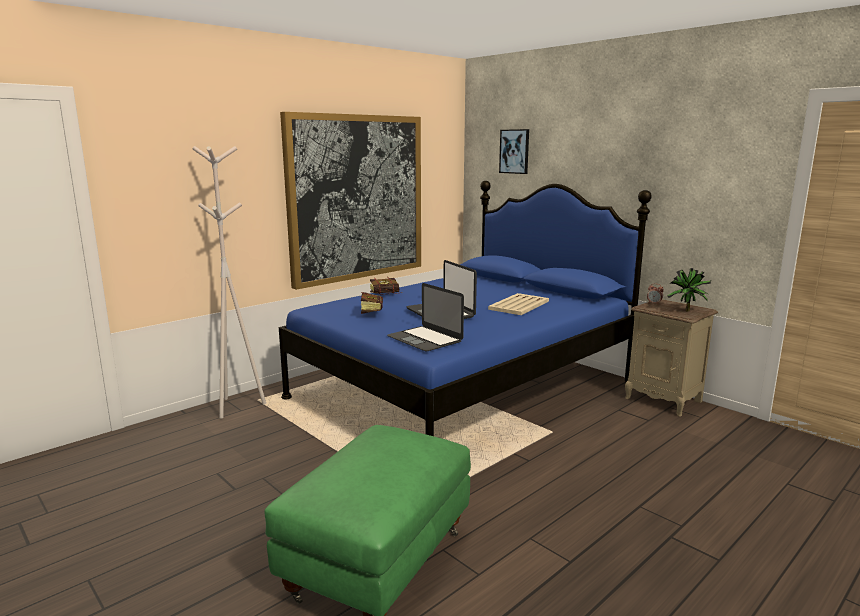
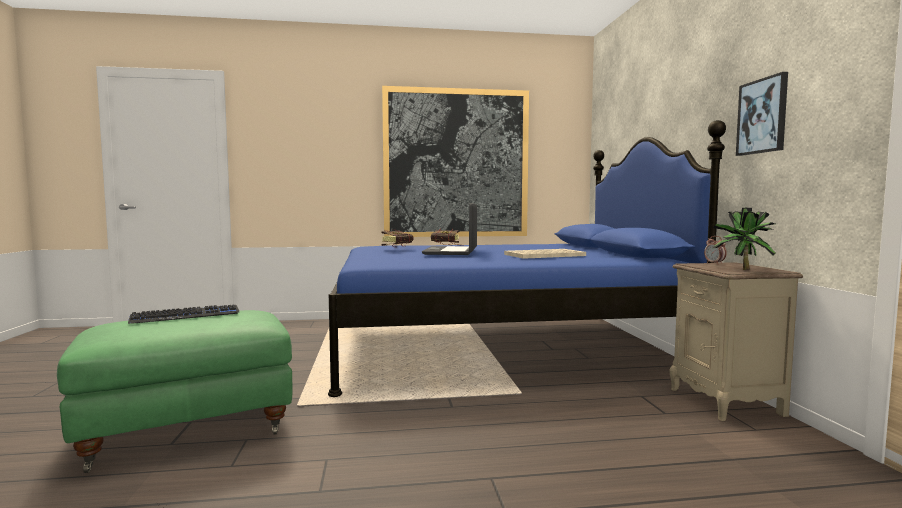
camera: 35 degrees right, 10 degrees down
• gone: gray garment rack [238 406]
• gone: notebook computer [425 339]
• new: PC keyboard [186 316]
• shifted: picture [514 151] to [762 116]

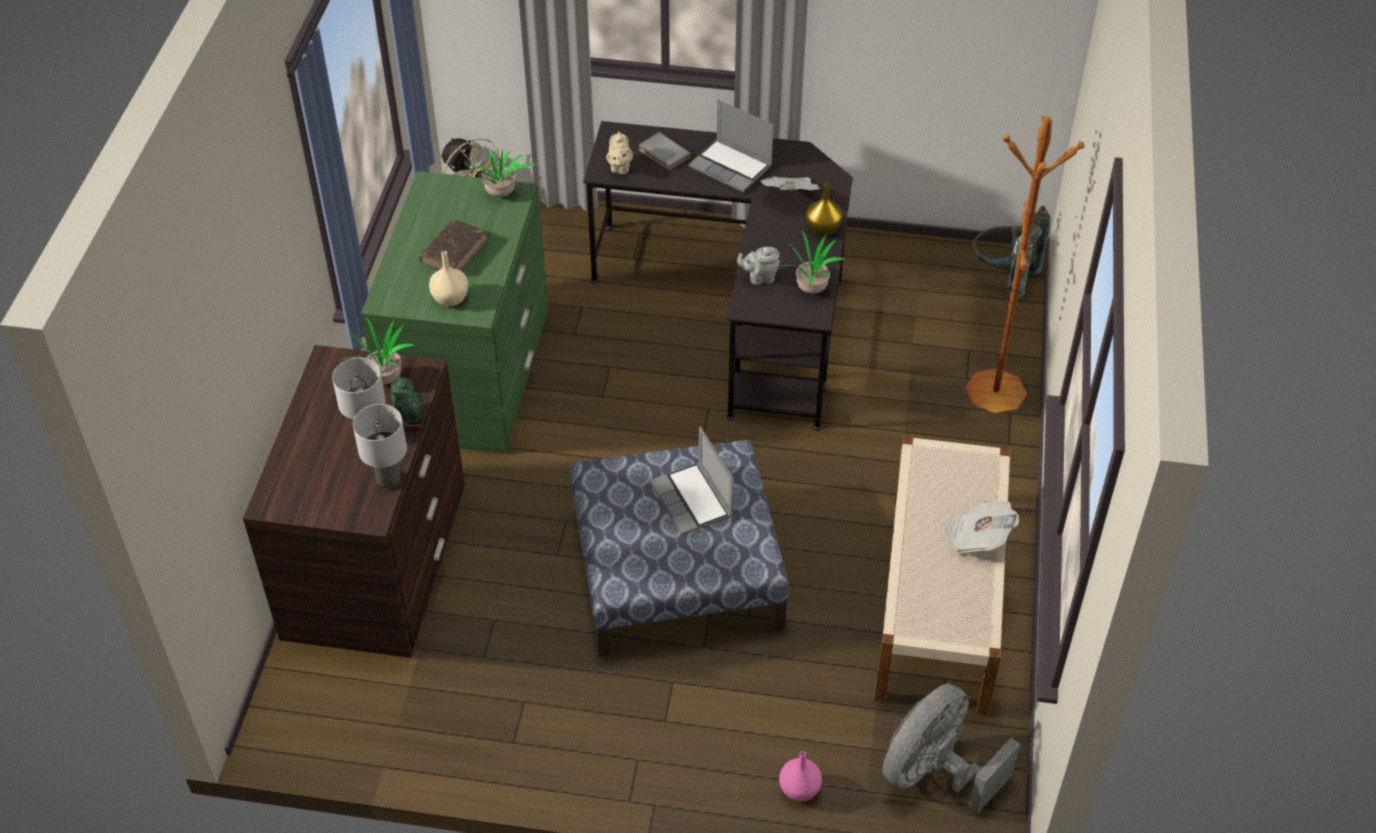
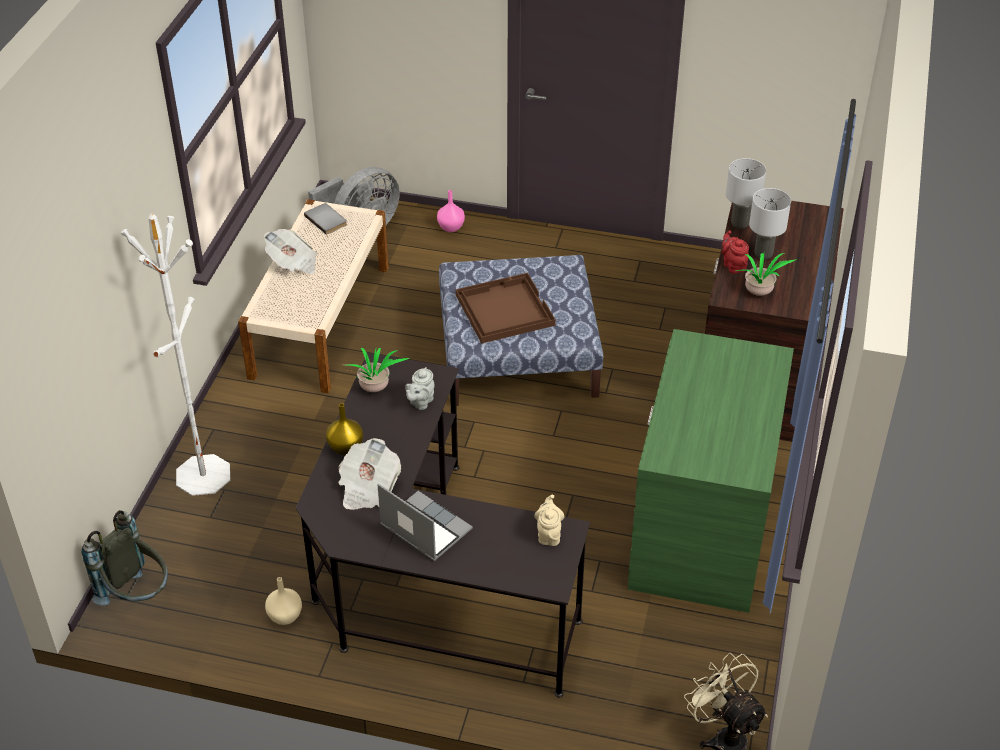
camera: 175 degrees left, 5 degrees down
• gone: brown bound book [454 253]
• gone: houseplant [501 195]
• shifted: beige-coloured vase [449 299] to [286 616]
• shifted: gray bound book [662 154] to [327 220]
• swapped: notebook computer [693 501] to brown carrying tray [503 309]
• repainted: greenish teapot [408 416] to red-coloured teapot [733 265]
• repainted: orangey garment rack [996 391] to white garment rack [203 475]
• rotated: gray teapot [760 278] = [420 402] 120 degrees clockwise

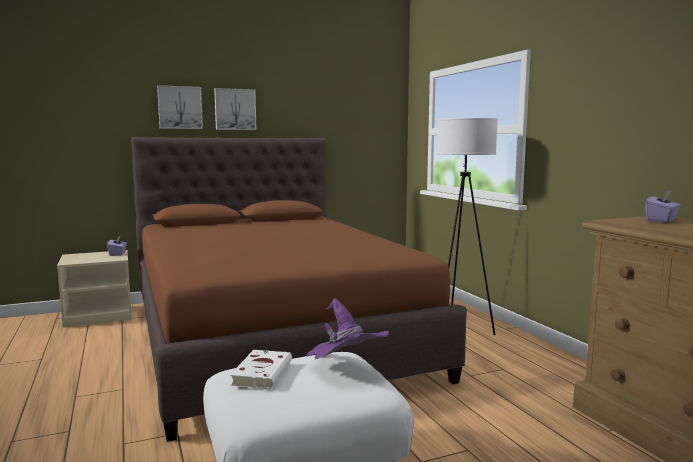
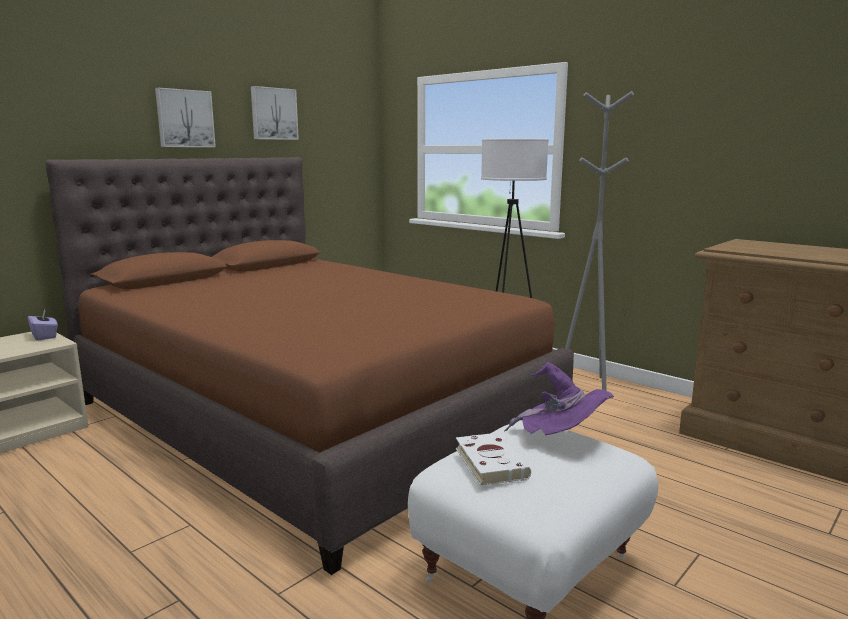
camera: 25 degrees left, 5 degrees up
• gone: purple-coloured tissue holder [661 220]
• new: gray garment rack [588 385]
• shifted: picture [180 107] to [273 114]

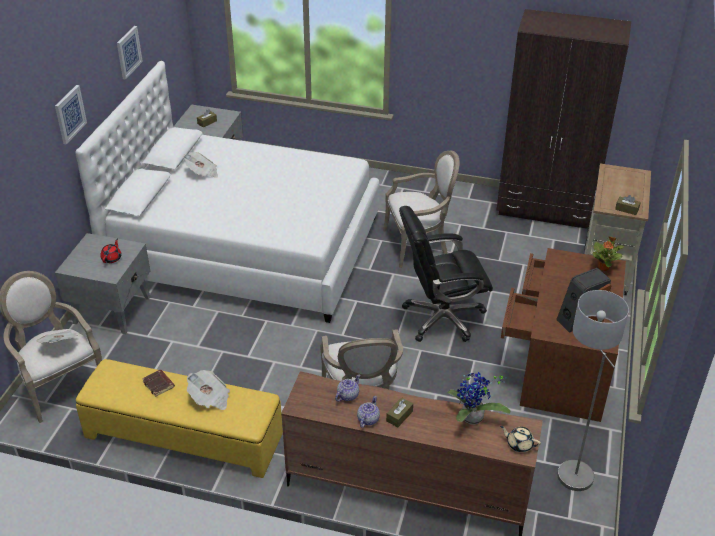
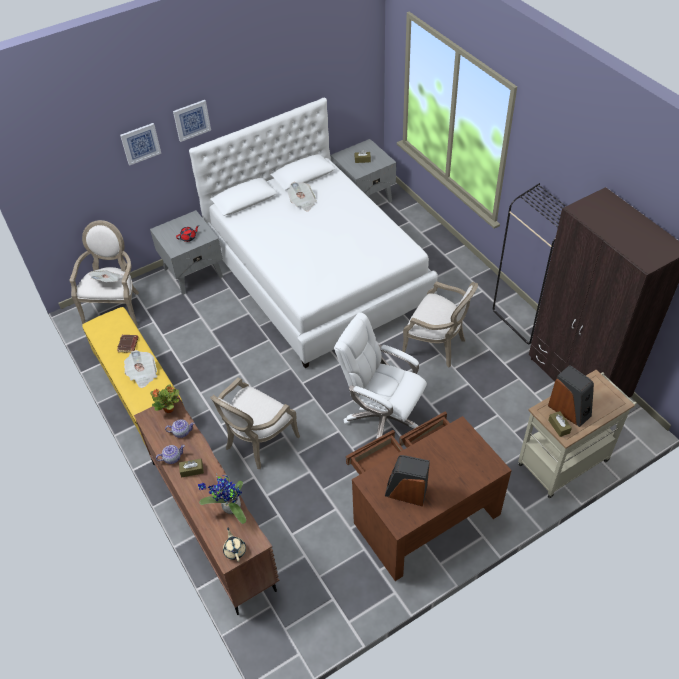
camera: 45 degrees right, 10 degrees up
• gone: gray standing lamp [569 468]
• new: black garment rack [523 321]
• new: loudspeaker [569 410]
• shifted: picture [128 52] to [140 143]
• shifted: houseplant [603 267] to [169 409]
• repainted: black desk chair [442 318] to white desk chair [382 417]

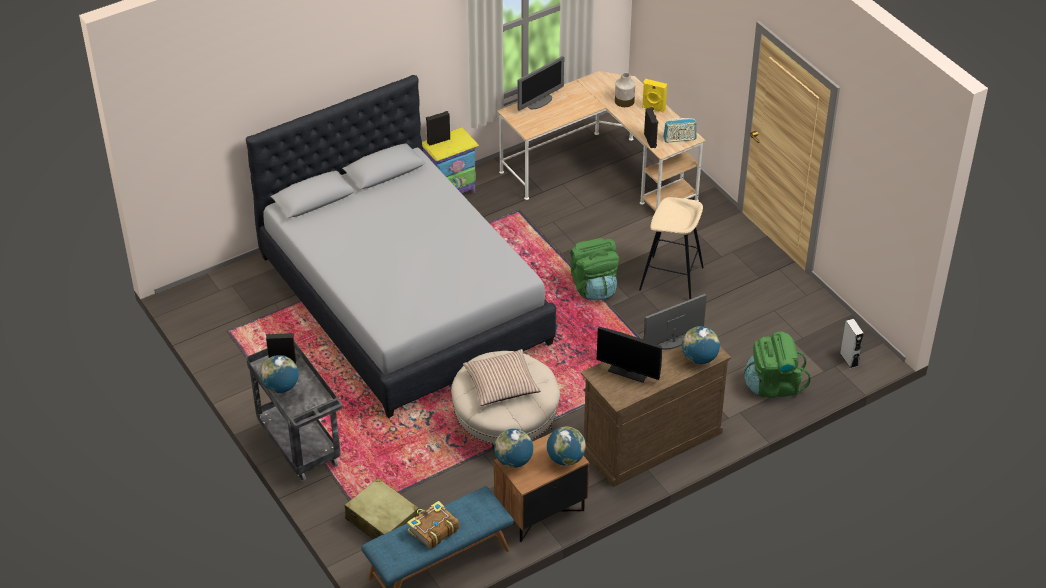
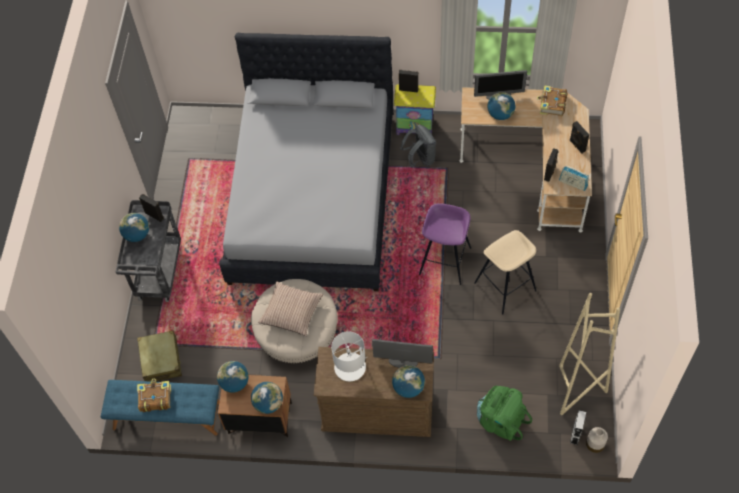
camera: 40 degrees right, 15 degrees up
• new: gray rucksack [420 159]
• new: globe [500 114]
• new: bound book [552 105]
• new: beige-coloured garment rack [576 391]
• shifted: beige-coloured vase [624 101] to [595 444]
• swapped: greenish rucksack [594 286] to purple-coloured stool [445 261]
• swapped: monitor [628 371] to white table lamp [350 367]
• repainted: yellowish loudspeaker [653 108] to black loudspeaker [577 146]

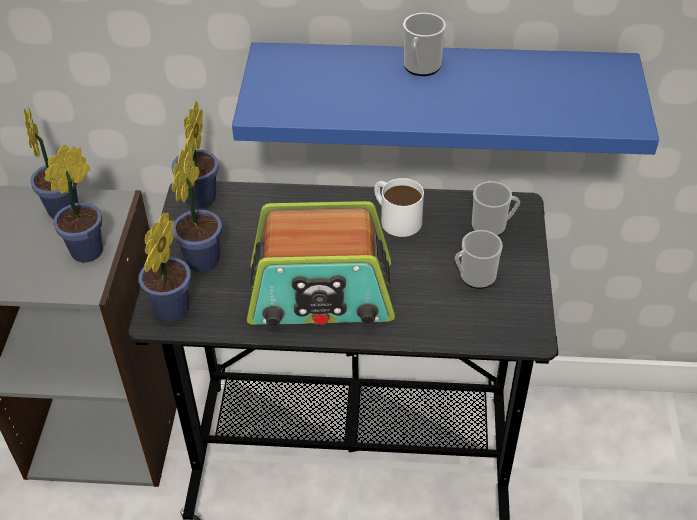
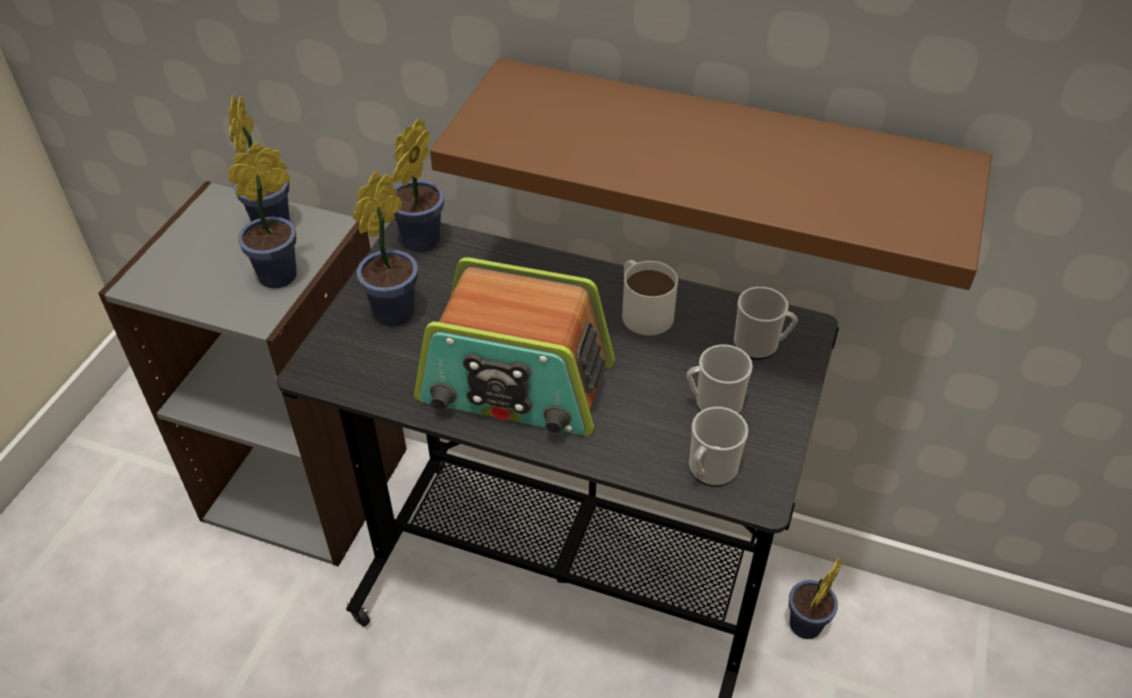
camera: 15 degrees right, 0 degrees up
• shifted: houseplant [169 313] to [803 628]
• shifted: mug [420 68] to [709 471]
• repainted: blue-coloured bracket shelf [440 91] to brown bracket shelf [724 160]

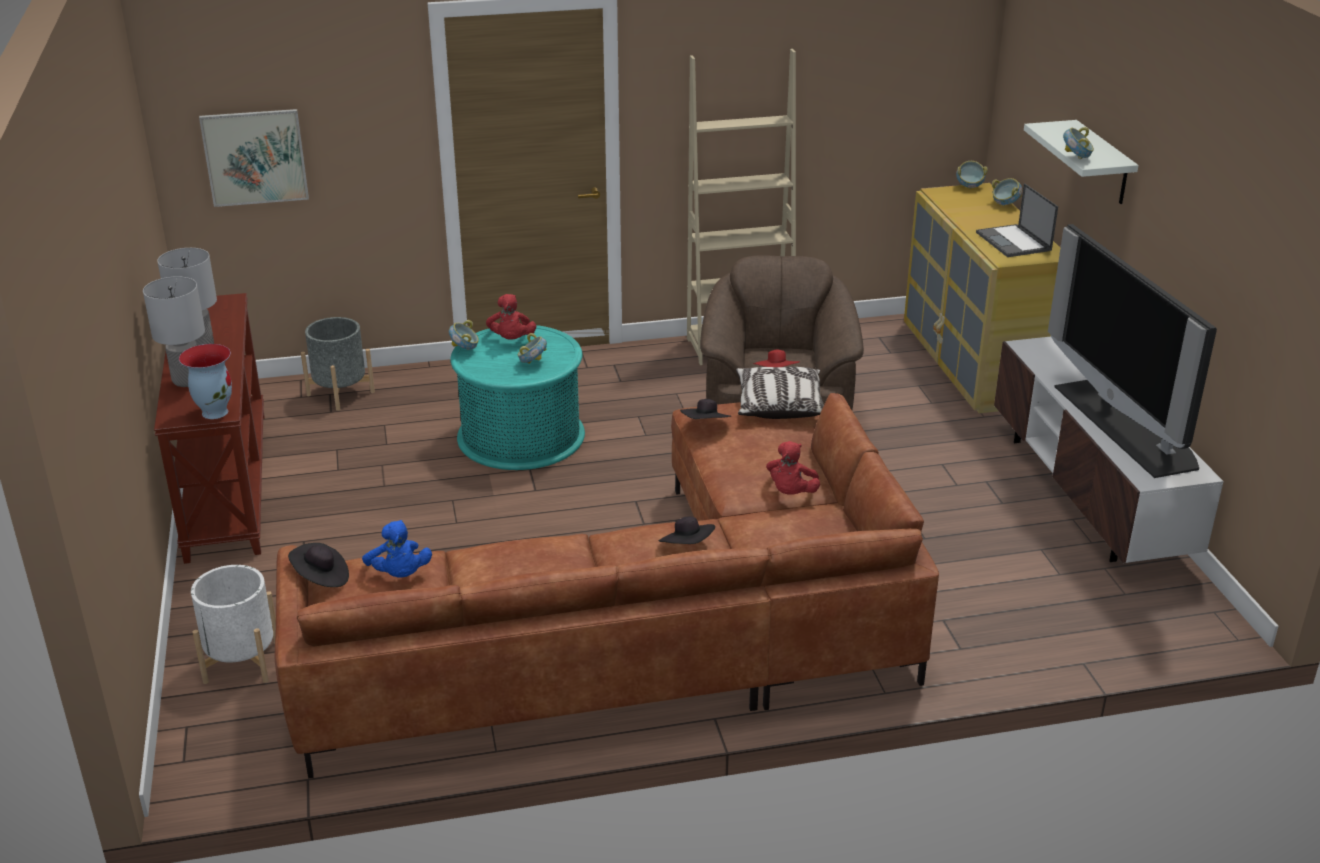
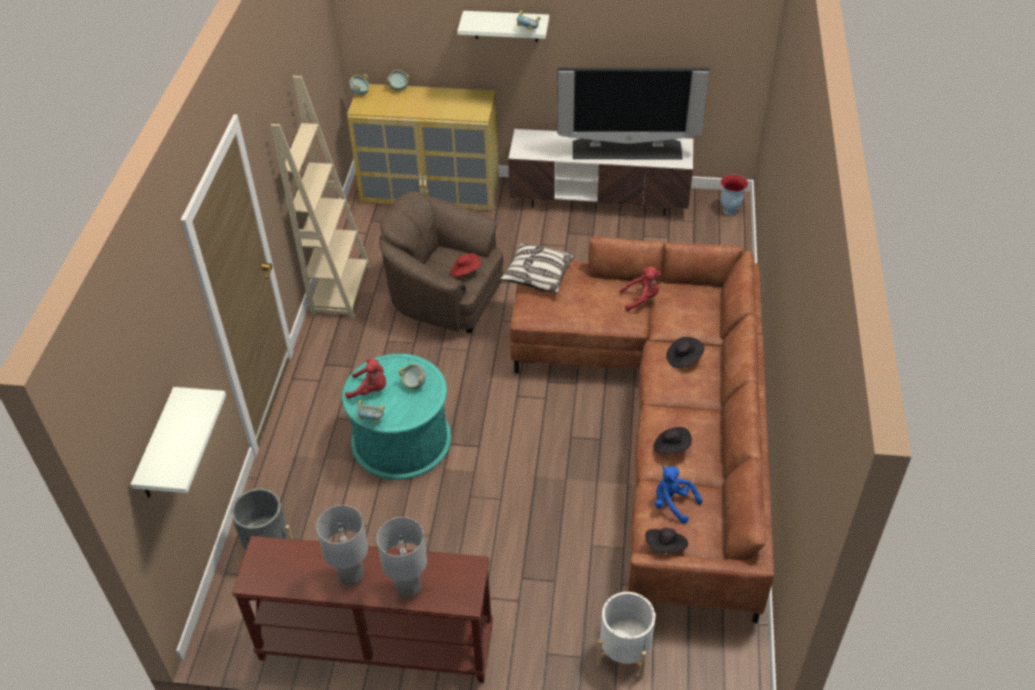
camera: 70 degrees left, 15 degrees up
• gone: notebook computer [1014 242]
• shifted: vase [215 412] to [729 210]
• shifted: black clothing hat [706 426] to [671 447]
• swapped: picture [255 157] to white bracket shelf [158 447]
• rotated: blue-coloured plush toy [399 575] = [673 504] 135 degrees counterclockwise
• rotated: red-coloured plush toy [791 493] = [641 299] 45 degrees counterclockwise

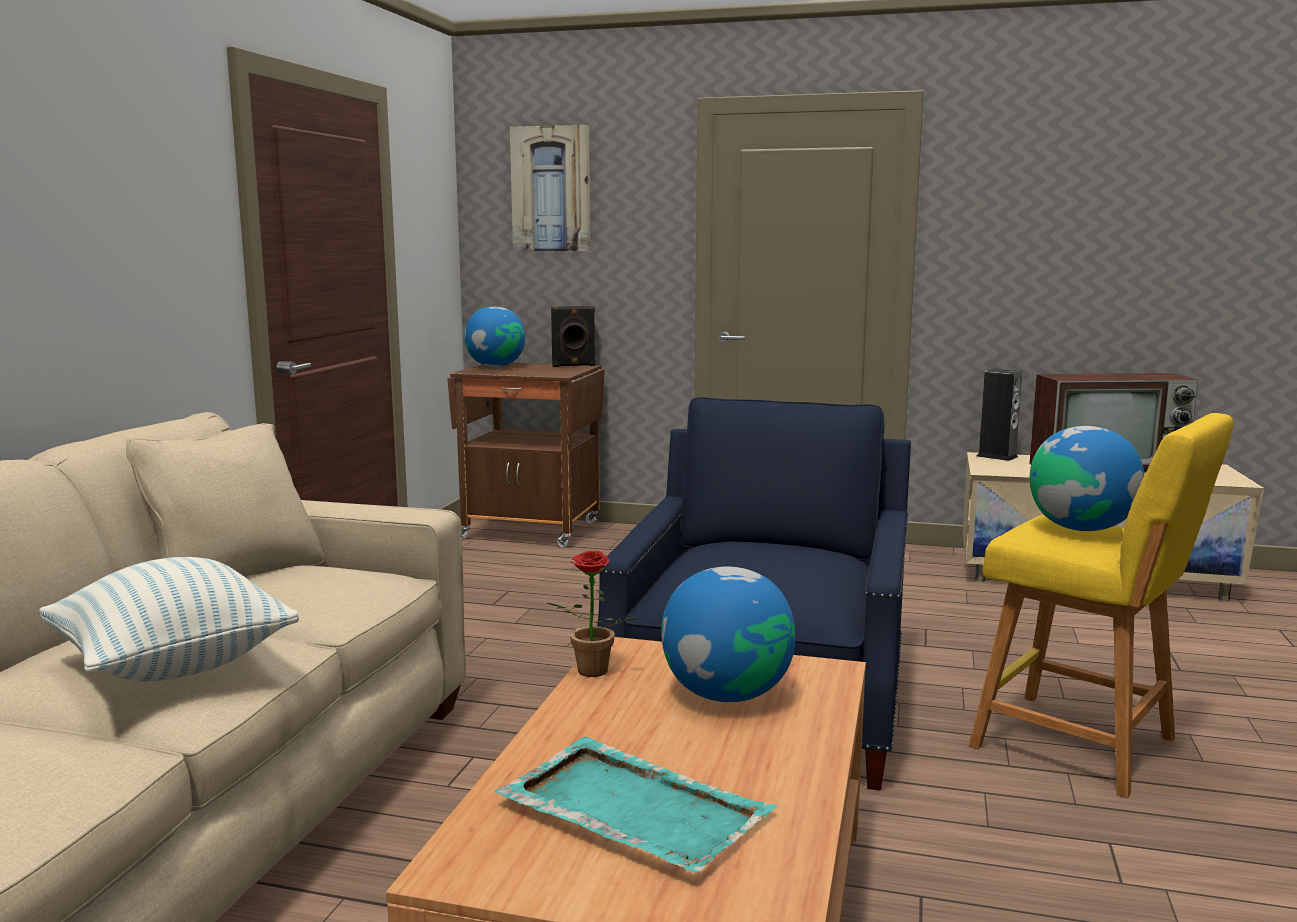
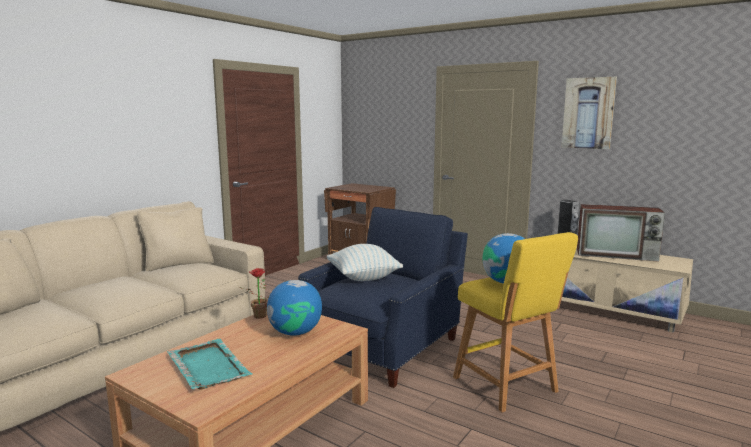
camera: 20 degrees right, 0 degrees up
• gone: globe [495 366]
• gone: black loudspeaker [573 366]
• shifted: pillow [173 665] to [363 277]
• shifted: picture [551 189] to [588 113]

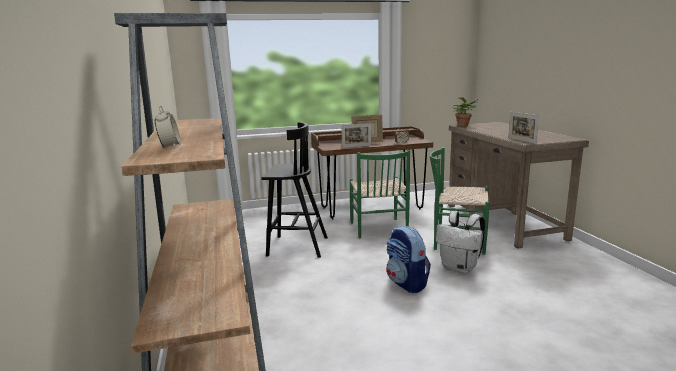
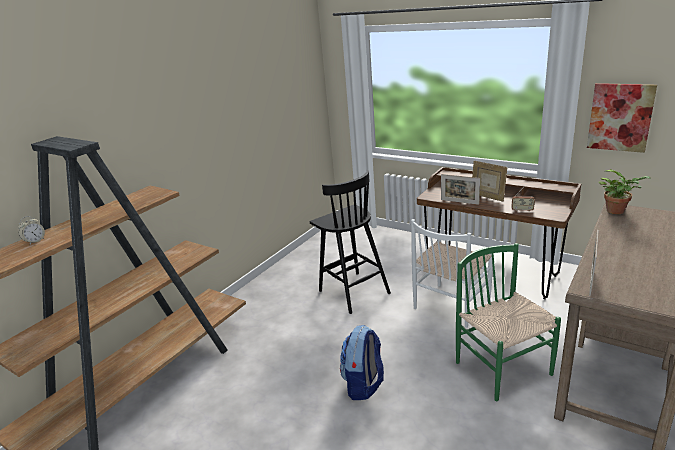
camera: 50 degrees right, 10 degrees up
• gone: white rucksack [460 268]
• new: picture [620 117]
• repainted: greenish chair [379 229] to white chair [449 307]

